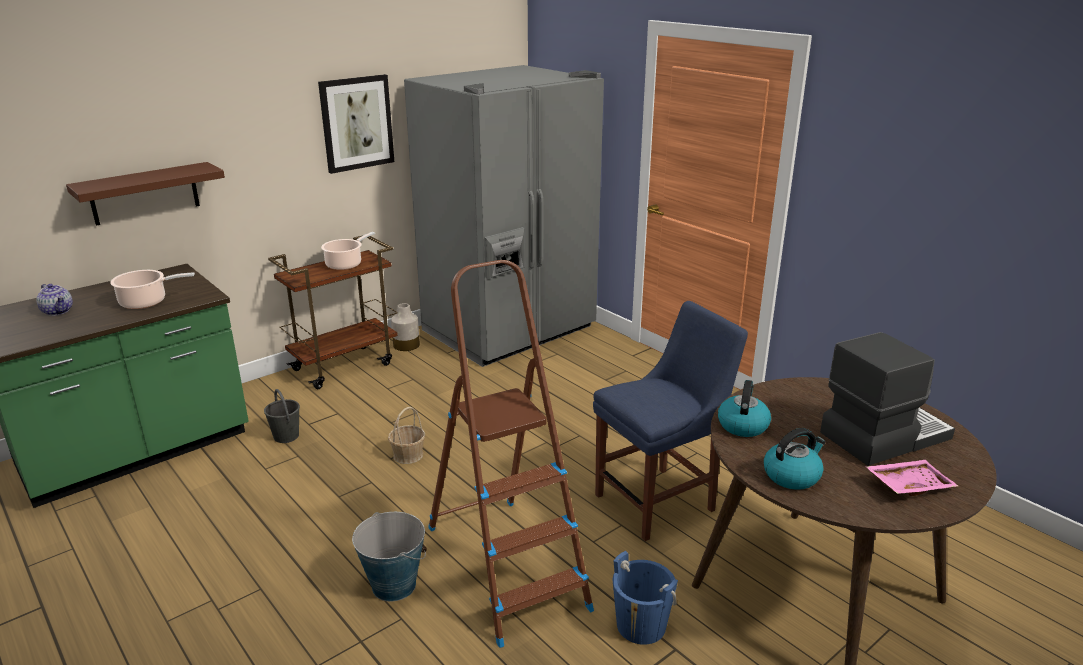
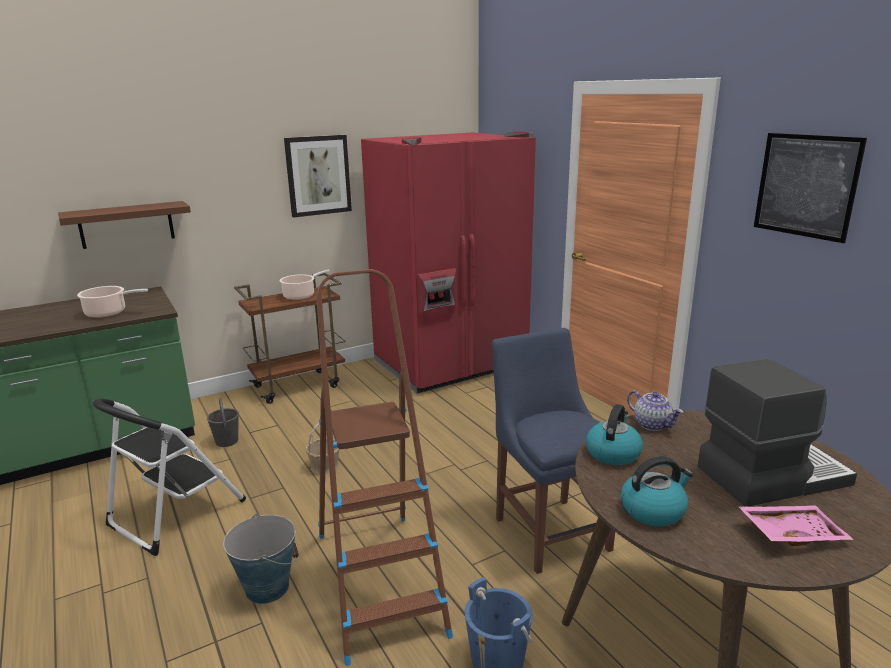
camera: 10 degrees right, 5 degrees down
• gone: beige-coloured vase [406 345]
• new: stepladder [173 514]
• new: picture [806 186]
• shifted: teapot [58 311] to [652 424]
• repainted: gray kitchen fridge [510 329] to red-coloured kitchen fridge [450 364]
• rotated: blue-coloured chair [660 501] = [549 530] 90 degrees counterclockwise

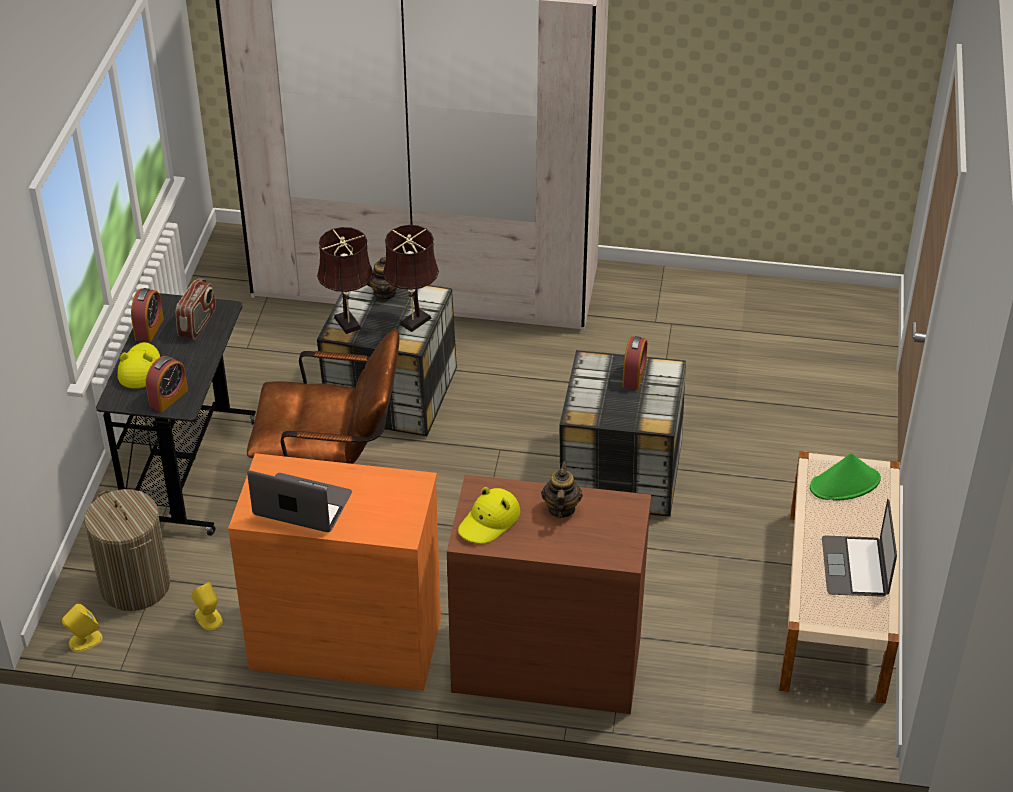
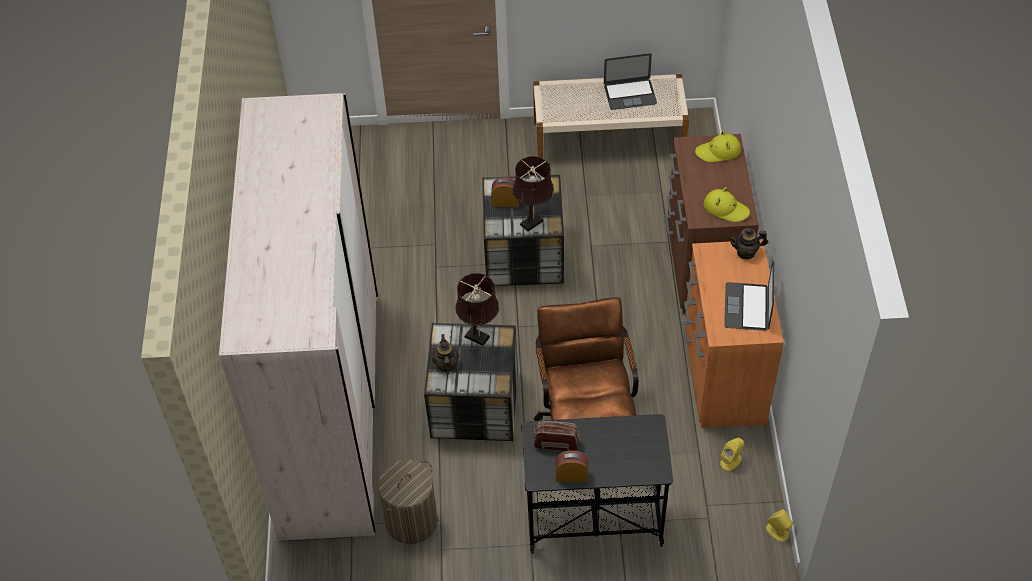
camera: 100 degrees left, 10 degrees up
• gone: alarm clock [168 398]
• gone: greenish clothing hat [845 484]
• shifted: hamper [135 585] to [411 521]
• shifted: yellowish clothing hat [139 369] to [718 151]
• shifted: brown table lamp [348 325] to [533 221]
• shifted: teapot [561 508] to [746 252]

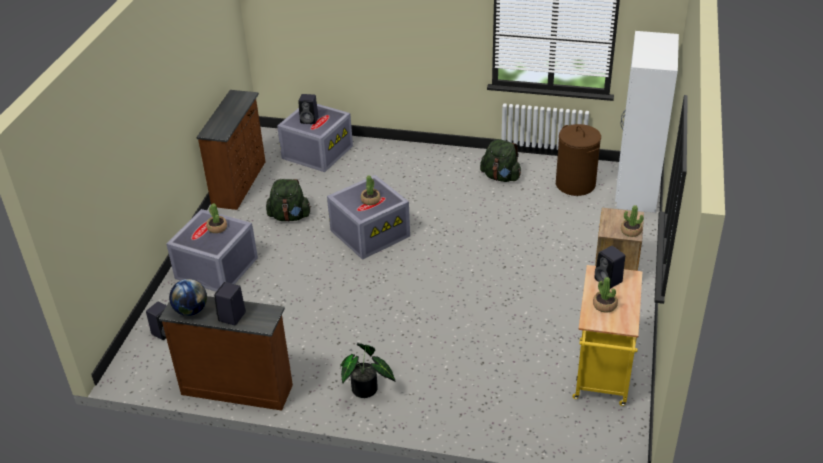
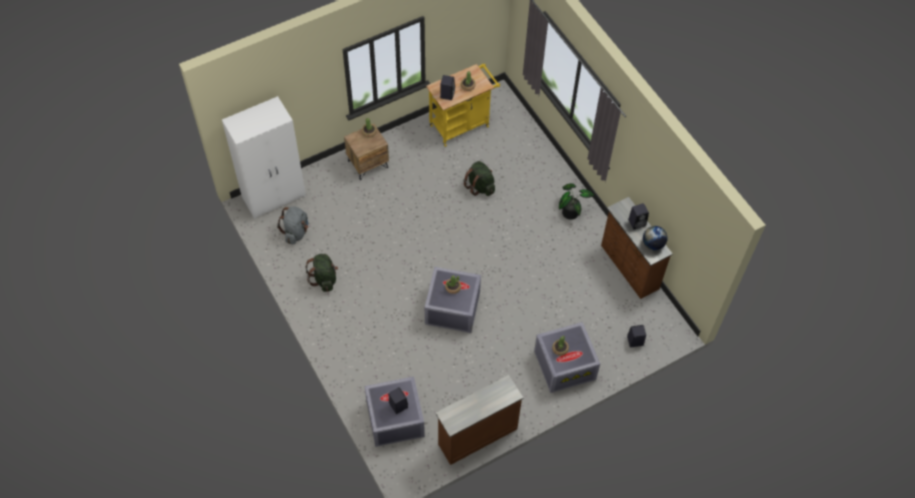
camera: 135 degrees left, 20 degrees up
• shifted: greenish rucksack [290 216] to [480 186]
• swapped: brown hamper [575 184] to gray rucksack [296 232]

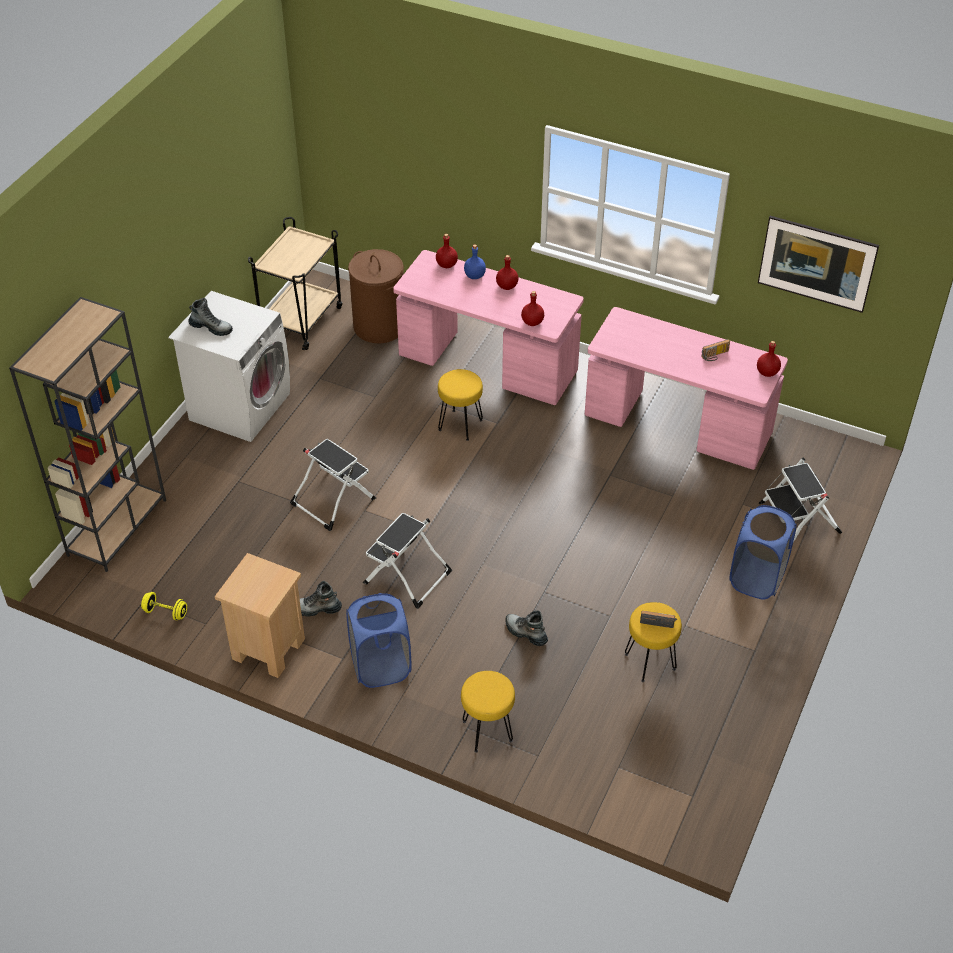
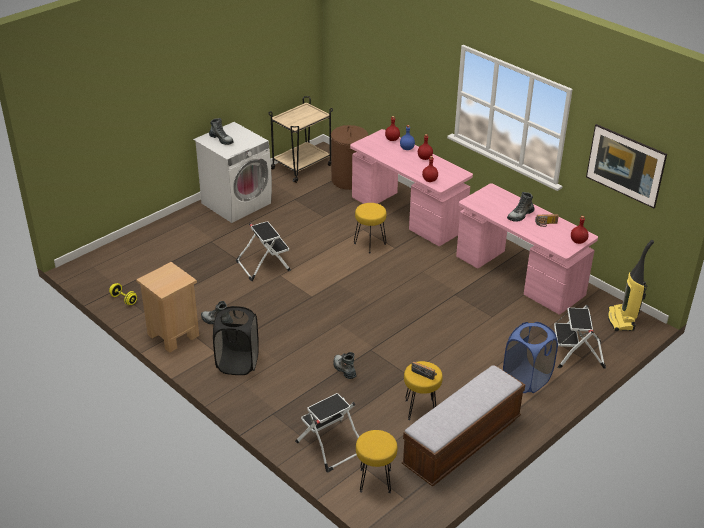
camera: 20 degrees right, 10 degrees down
• gone: bookcase [117 527]
• new: indoor bench [462 442]
• new: boot [520 215]
• new: vacuum cleaner [622 320]
• shifted: stepladder [407 574] to [331 444]
• shifted: yellowish stool [487 730] to [375 480]
• repainted: blue-coloured hamper [380 666] to black hamper [237 363]

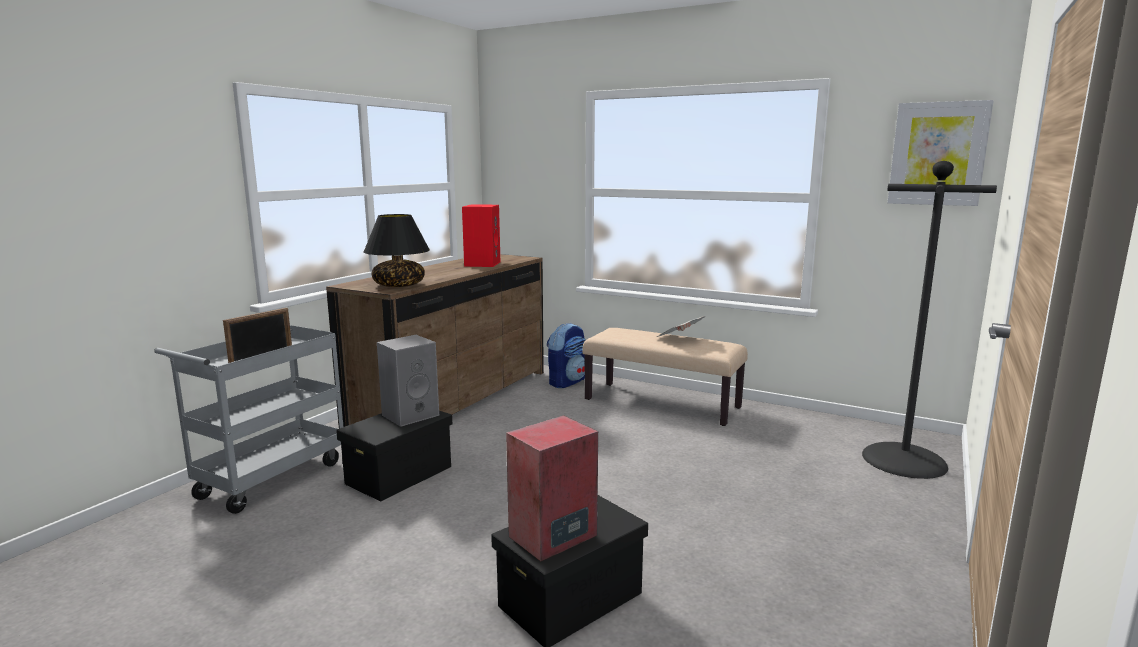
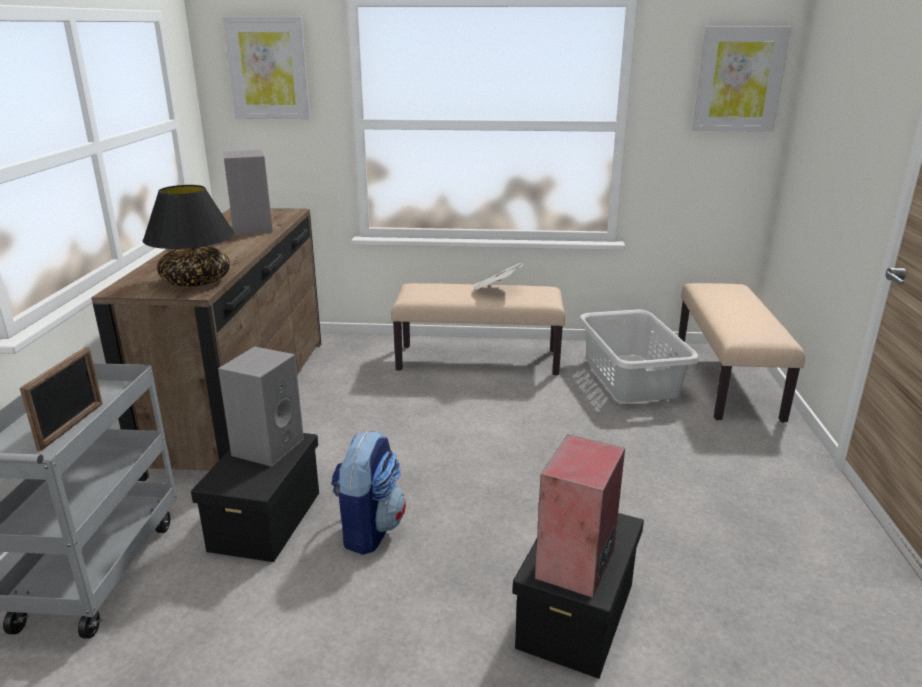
camera: 25 degrees left, 10 degrees up
• new: picture [268 69]
• new: gray hamper [630 378]
• shifted: rucksack [567 382] to [369 529]
• swapped: black garment rack [904 460] to beige-coloured indoor bench [727 380]
• repainted: red-coloured loudspeaker [482 264] to gray loudspeaker [251 228]

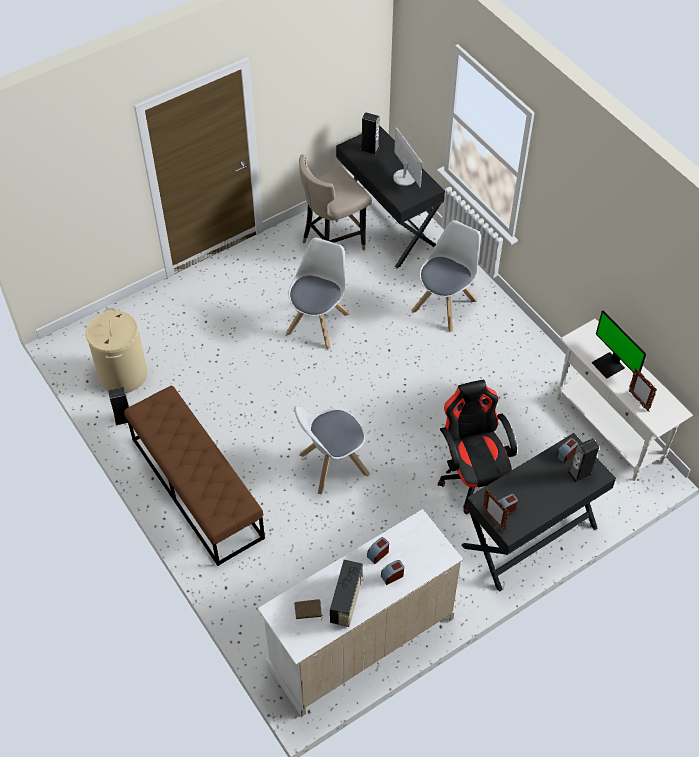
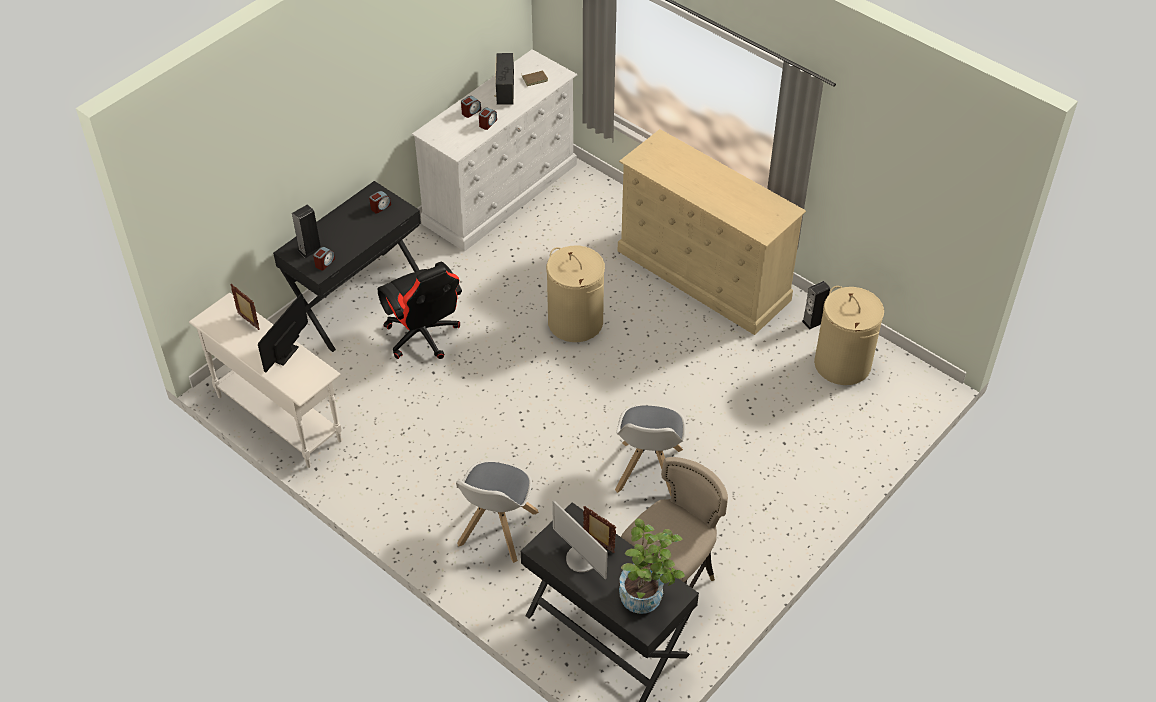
camera: 165 degrees right, 5 degrees down
• shifted: photo frame [493 520] to [598 544]
• swapped: brown indoor bench [196 487] to beige-coloured chest of drawers [703 276]
• swapped: chair [331 465] to beige-coloured hamper [575 322]
• swapped: loudspeaker [370 148] to houseplant [647 598]
• rotated: monitor [609 365] = [281 353] 105 degrees counterclockwise

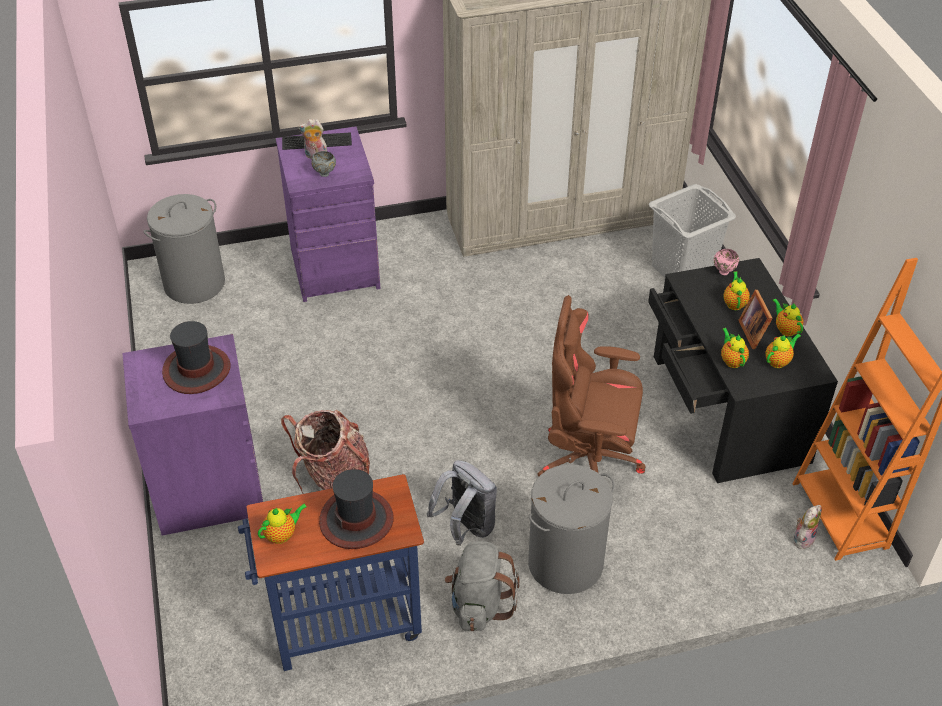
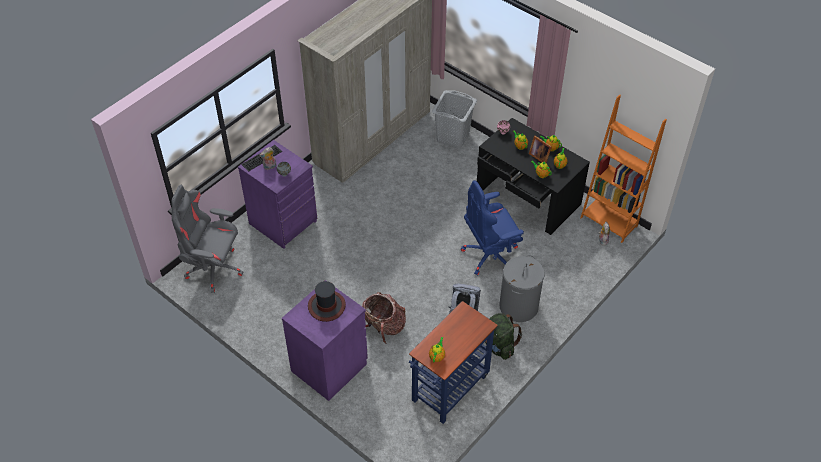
camera: 35 degrees left, 5 degrees up
• gone: clothing hat [356 519]
• swapped: gray hamper [194 283] to gray desk chair [215 269]
• repainted: gray rucksack [479 604] to greenish rucksack [499 345]
• repainted: brown desk chair [590 462] to blue-coloured desk chair [490 255]

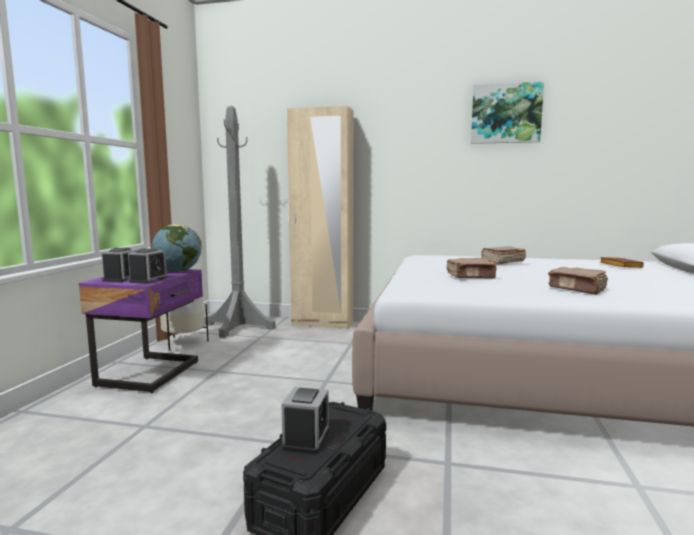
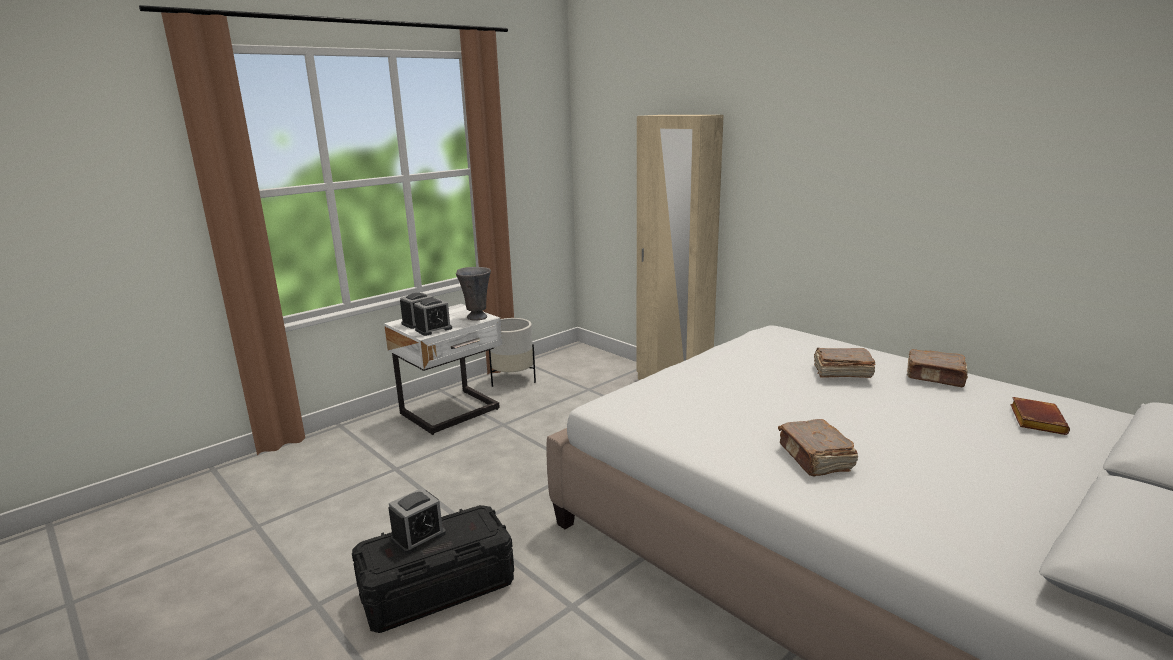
camera: 35 degrees right, 10 degrees up
• gone: gray garment rack [239 326]
• gone: picture [506 113]
• shifted: brown bound book [471 277] to [935 378]
• swapped: globe [178 271] to gray vase [477 317]
• repainted: purple-coloured night table [152 374] to white night table [452 412]

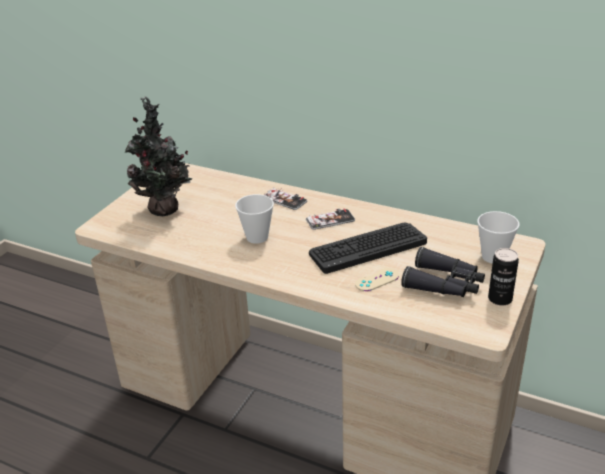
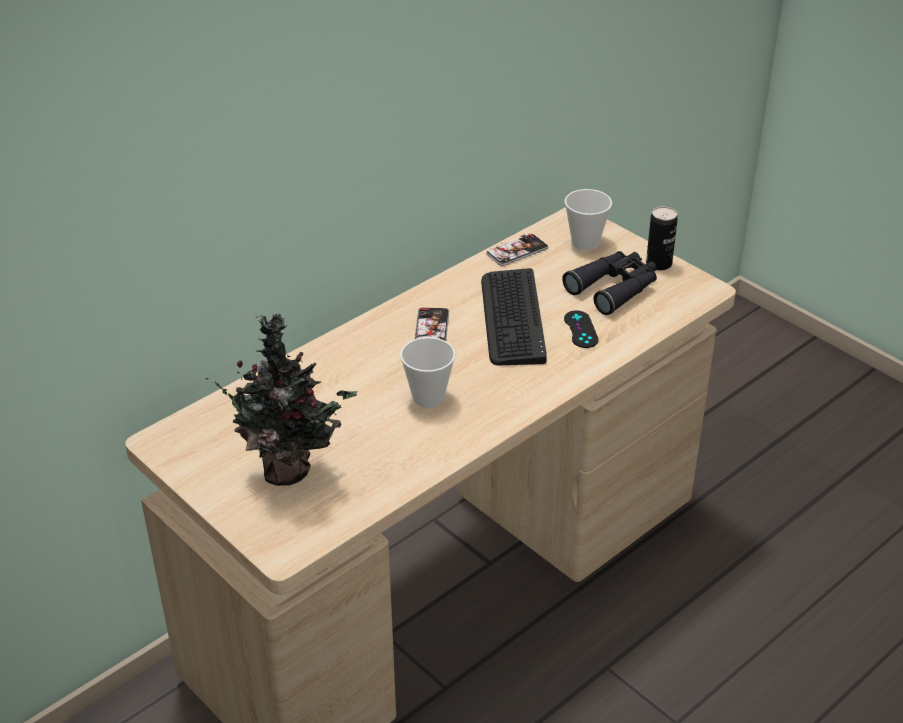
camera: 70 degrees left, 5 degrees up
• shifted: telephone [284 200] to [517 251]
• repainted: beige-coloured joypad [377 280] to black joypad [581 329]

